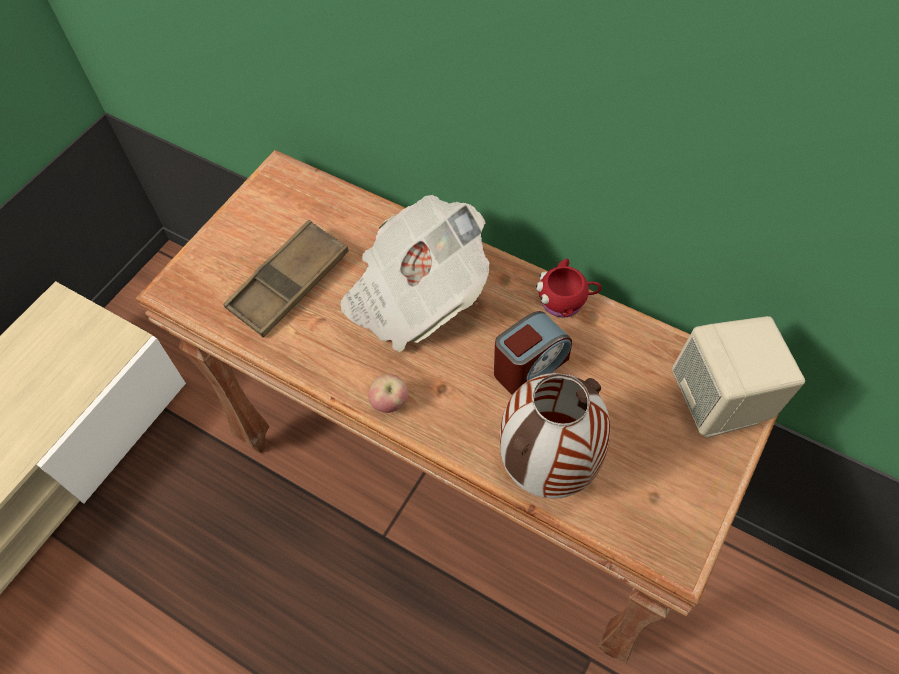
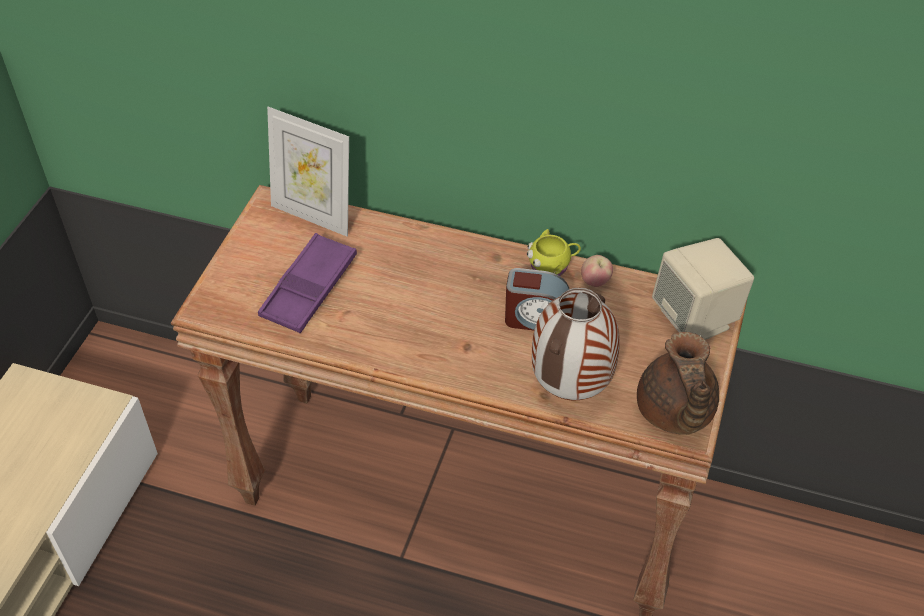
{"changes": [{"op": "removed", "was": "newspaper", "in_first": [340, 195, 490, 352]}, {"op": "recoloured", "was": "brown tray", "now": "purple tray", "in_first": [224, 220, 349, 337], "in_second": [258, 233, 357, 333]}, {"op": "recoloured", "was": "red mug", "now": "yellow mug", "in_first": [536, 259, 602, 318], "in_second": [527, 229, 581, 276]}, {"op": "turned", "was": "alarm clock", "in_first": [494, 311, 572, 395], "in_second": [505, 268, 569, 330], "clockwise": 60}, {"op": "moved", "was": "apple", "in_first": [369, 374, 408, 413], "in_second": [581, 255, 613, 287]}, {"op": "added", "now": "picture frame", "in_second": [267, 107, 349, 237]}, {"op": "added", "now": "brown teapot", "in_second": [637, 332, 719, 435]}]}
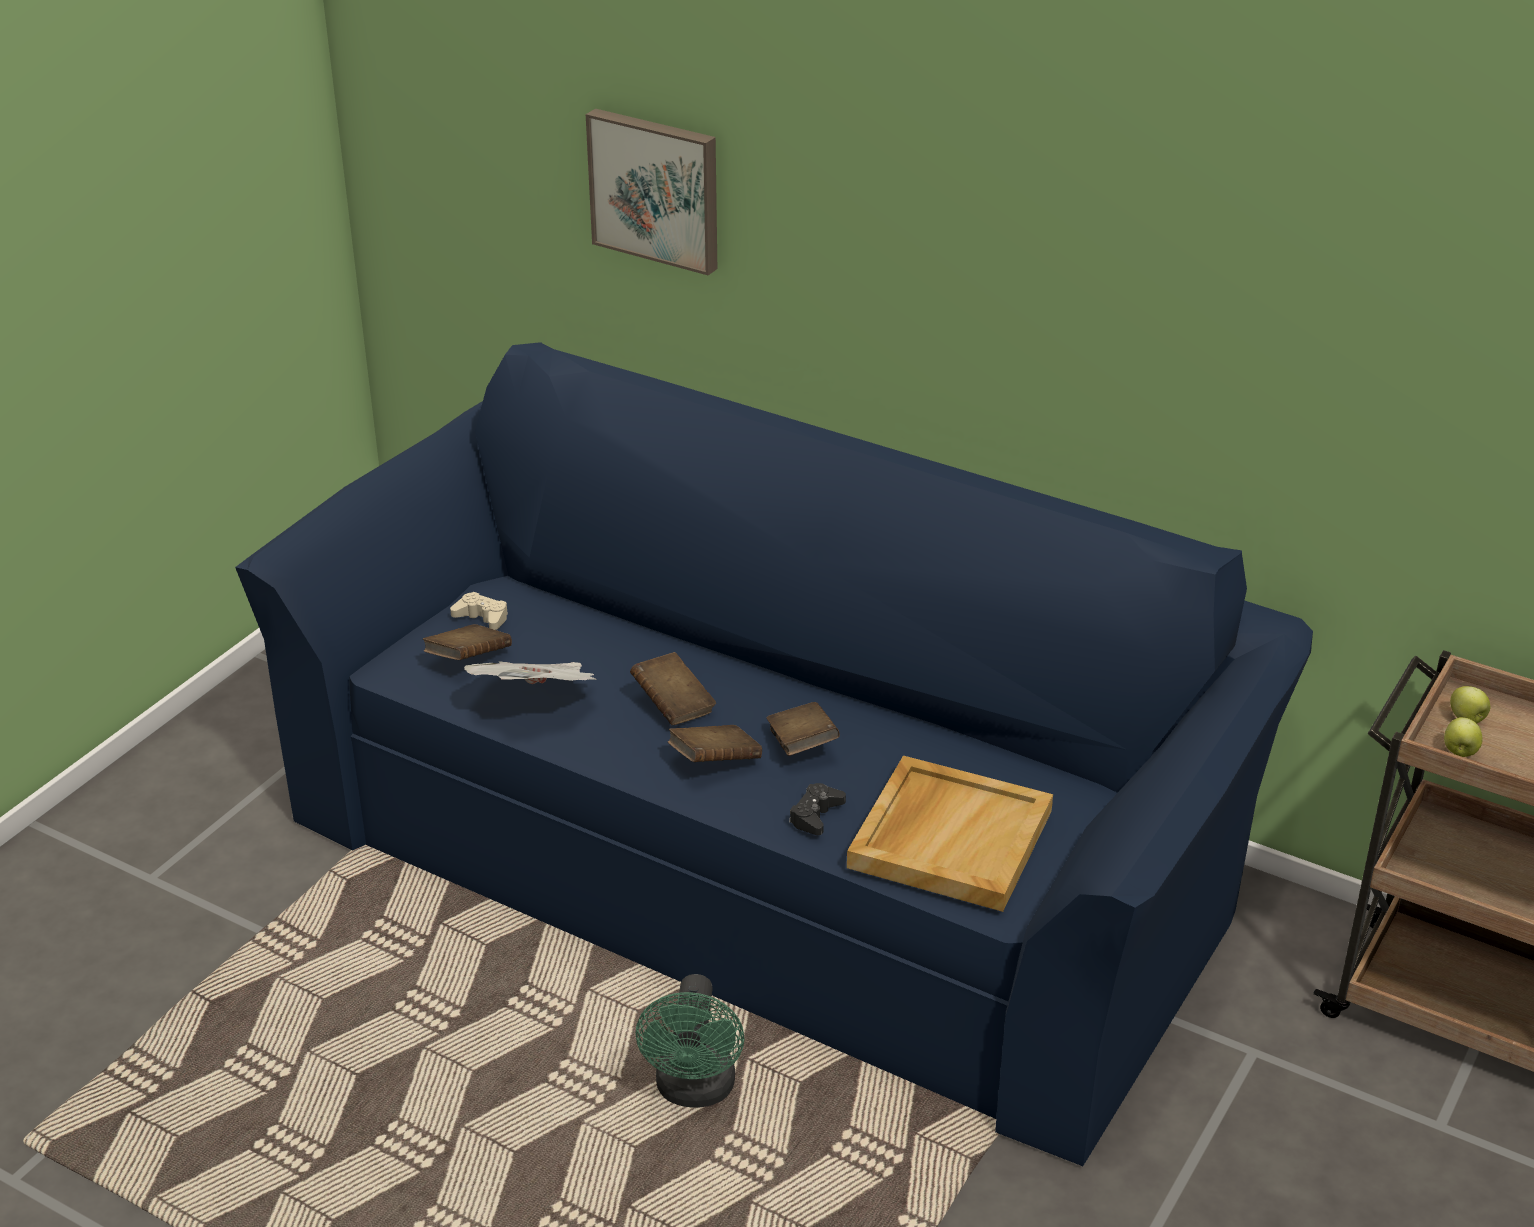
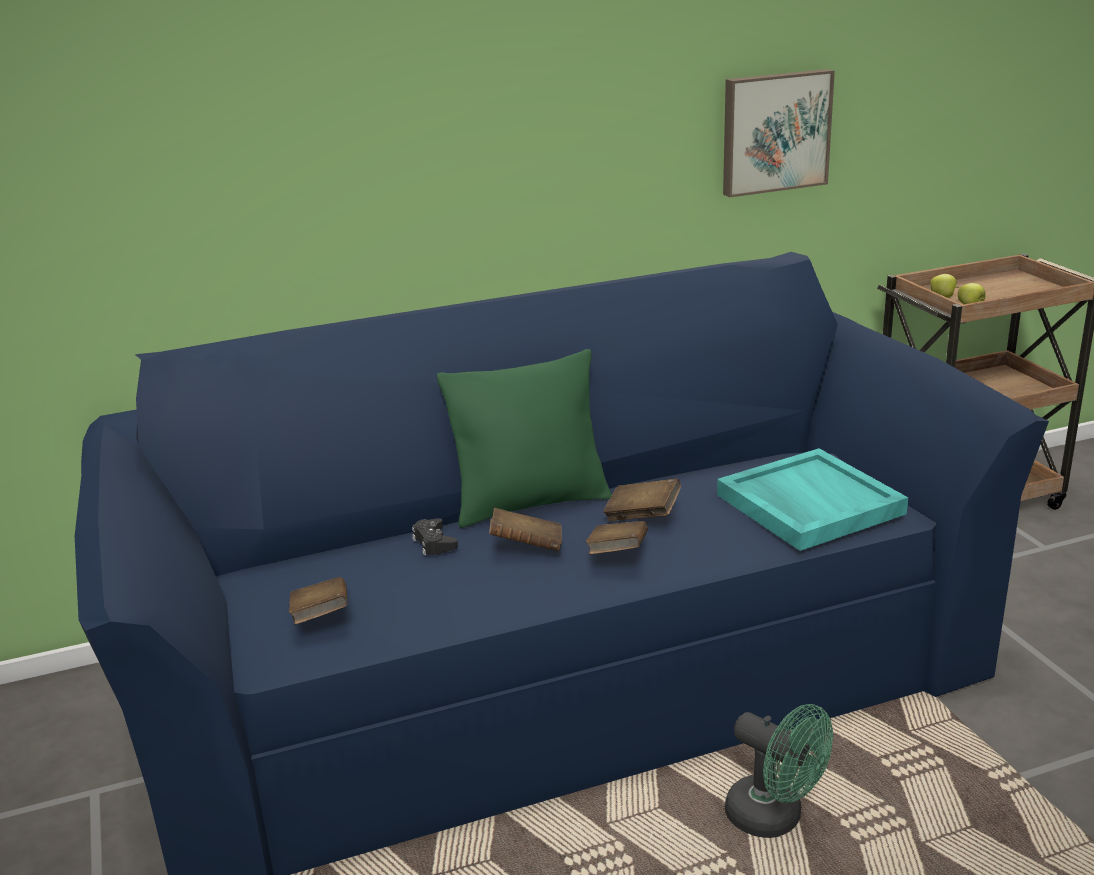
{"changes": [{"op": "moved", "was": "picture", "in_first": [586, 109, 717, 275], "in_second": [723, 69, 835, 197]}, {"op": "removed", "was": "beige game controller", "in_first": [450, 592, 508, 630]}, {"op": "removed", "was": "newspaper", "in_first": [464, 661, 597, 684]}, {"op": "recoloured", "was": "beige tray", "now": "turquoise tray", "in_first": [847, 756, 1053, 912], "in_second": [717, 448, 908, 551]}, {"op": "moved", "was": "black game controller", "in_first": [789, 783, 846, 835], "in_second": [412, 518, 458, 555]}, {"op": "added", "now": "green pillow", "in_second": [437, 349, 612, 528]}]}
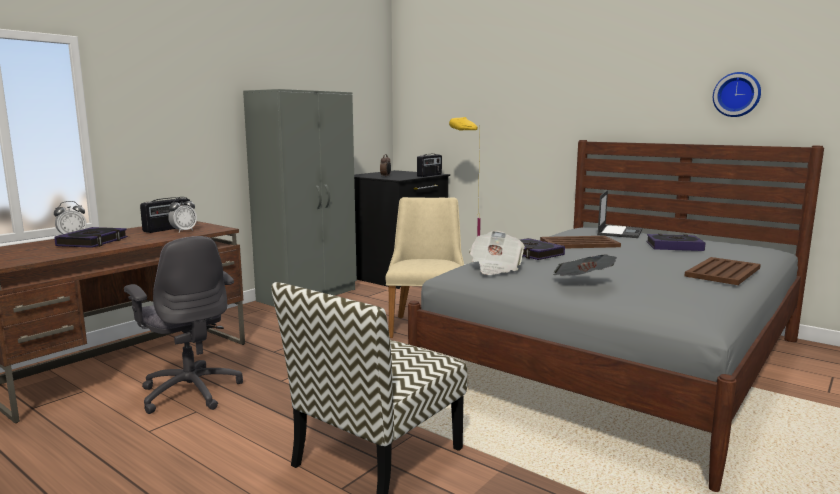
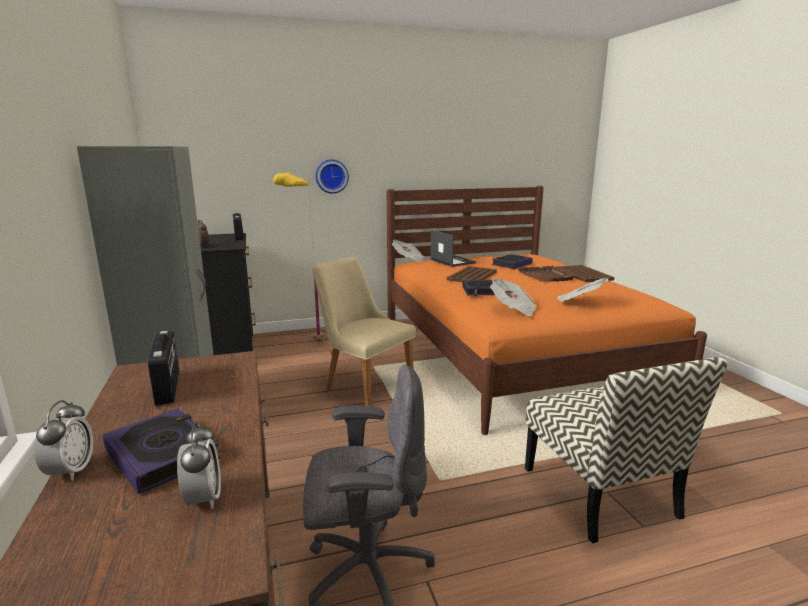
{"changes": [{"op": "moved", "was": "wall clock", "in_first": [713, 72, 761, 117], "in_second": [316, 159, 349, 194]}, {"op": "recoloured", "was": "grey bed", "now": "orange bed", "in_first": [408, 140, 824, 492], "in_second": [387, 186, 707, 435]}, {"op": "moved", "was": "alarm clock", "in_first": [168, 197, 197, 233], "in_second": [177, 423, 221, 509]}, {"op": "added", "now": "newspaper", "in_second": [392, 240, 424, 262]}, {"op": "added", "now": "brown tray", "in_second": [517, 265, 575, 282]}]}
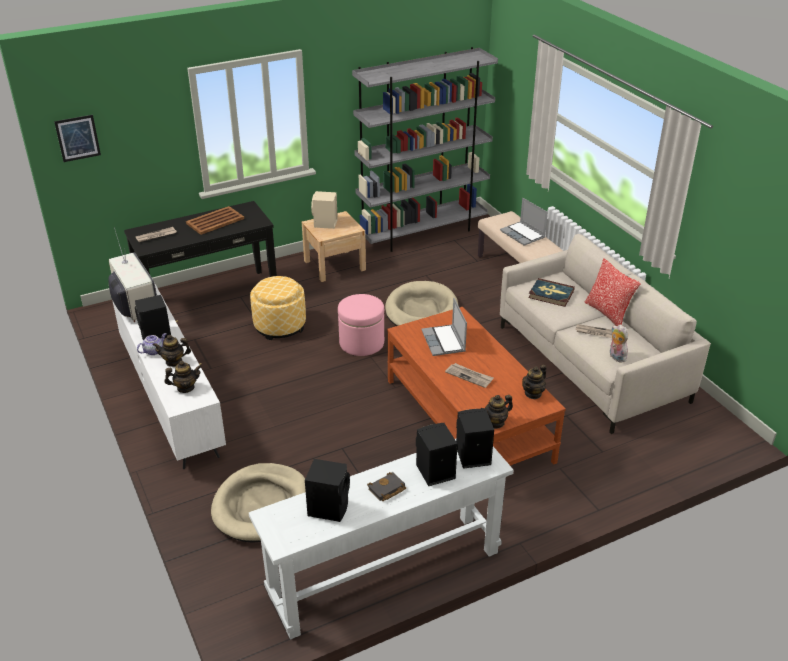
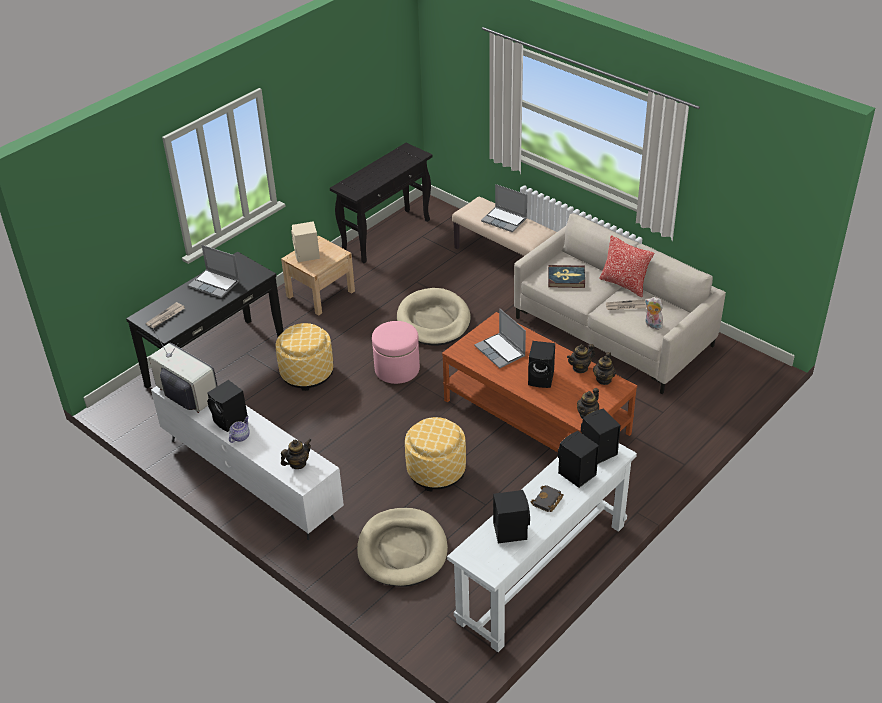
{"changes": [{"op": "replaced", "was": "grey bookcase", "now": "black console table", "in_first": [352, 47, 498, 252], "in_second": [330, 143, 433, 263]}, {"op": "removed", "was": "picture", "in_first": [54, 115, 101, 162]}, {"op": "replaced", "was": "brown tray", "now": "laptop", "in_first": [186, 206, 244, 235], "in_second": [188, 245, 240, 298]}, {"op": "moved", "was": "teapot", "in_first": [153, 335, 191, 367], "in_second": [567, 344, 595, 373]}, {"op": "replaced", "was": "newspaper", "now": "black speaker", "in_first": [445, 363, 494, 388], "in_second": [528, 341, 555, 388]}, {"op": "added", "now": "ottoman", "in_second": [405, 417, 466, 491]}]}
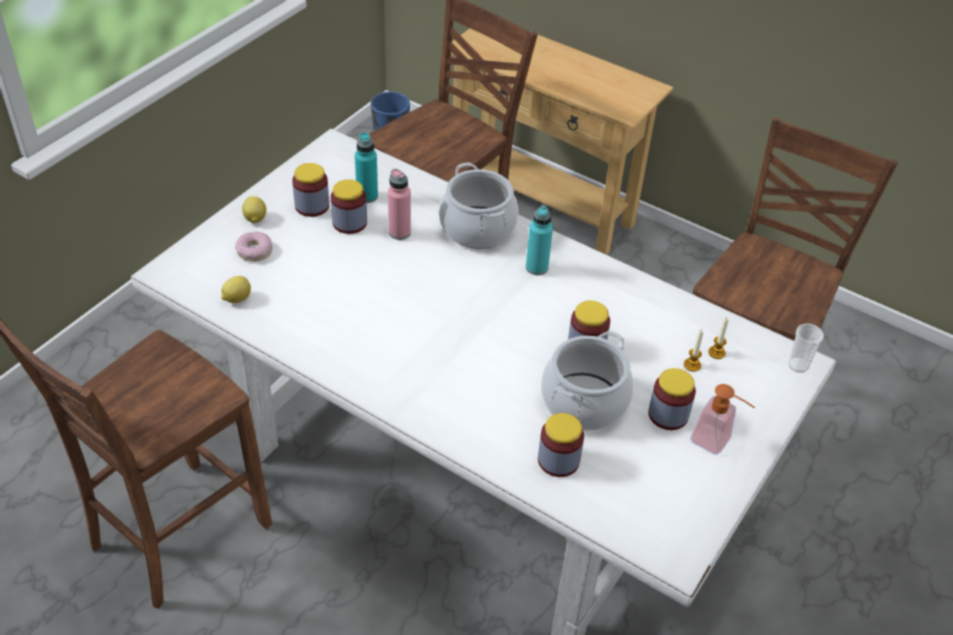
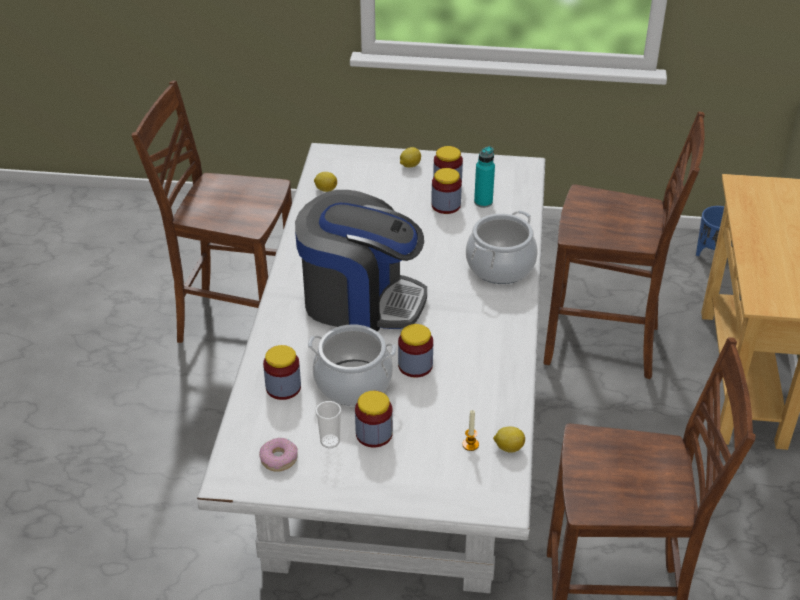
{"changes": [{"op": "removed", "was": "pink bottle", "in_first": [388, 169, 411, 240]}, {"op": "removed", "was": "turquoise bottle", "in_first": [526, 205, 553, 275]}, {"op": "moved", "was": "donut", "in_first": [235, 232, 272, 261], "in_second": [259, 438, 298, 472]}, {"op": "moved", "was": "cup", "in_first": [788, 324, 824, 373], "in_second": [315, 401, 341, 448]}, {"op": "removed", "was": "candle", "in_first": [684, 329, 704, 372]}, {"op": "removed", "was": "soap dispenser", "in_first": [690, 384, 755, 455]}, {"op": "added", "now": "coffee machine", "in_second": [295, 190, 427, 331]}, {"op": "added", "now": "lemon", "in_second": [493, 426, 525, 453]}]}
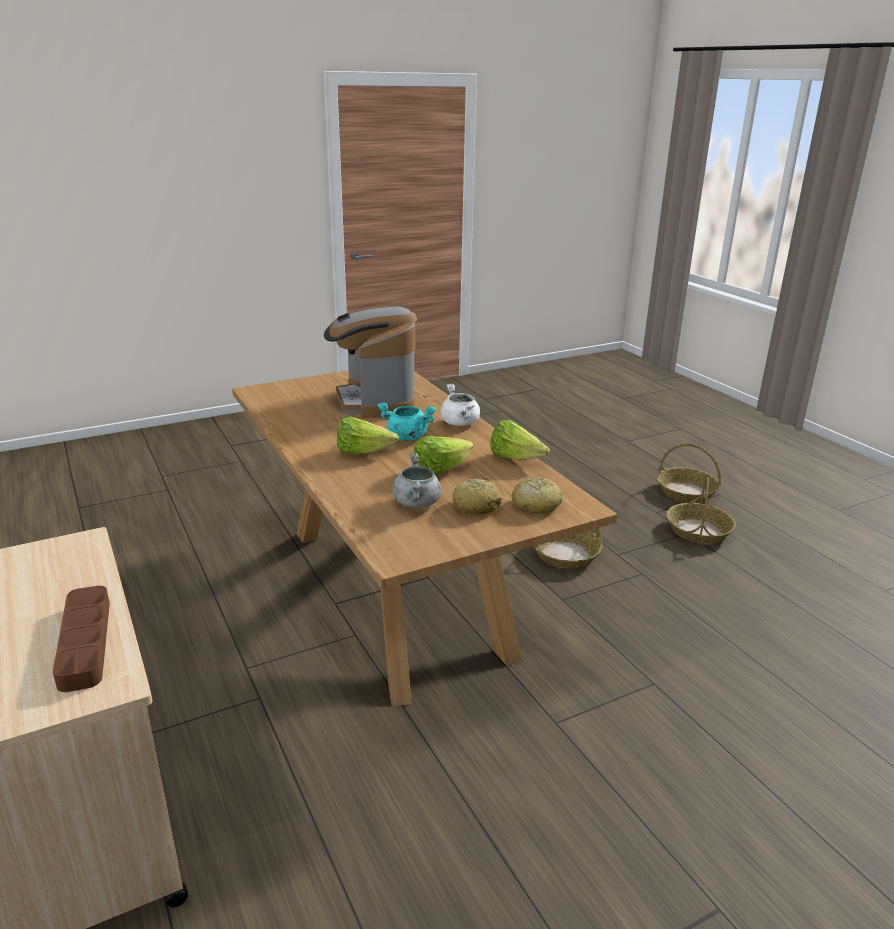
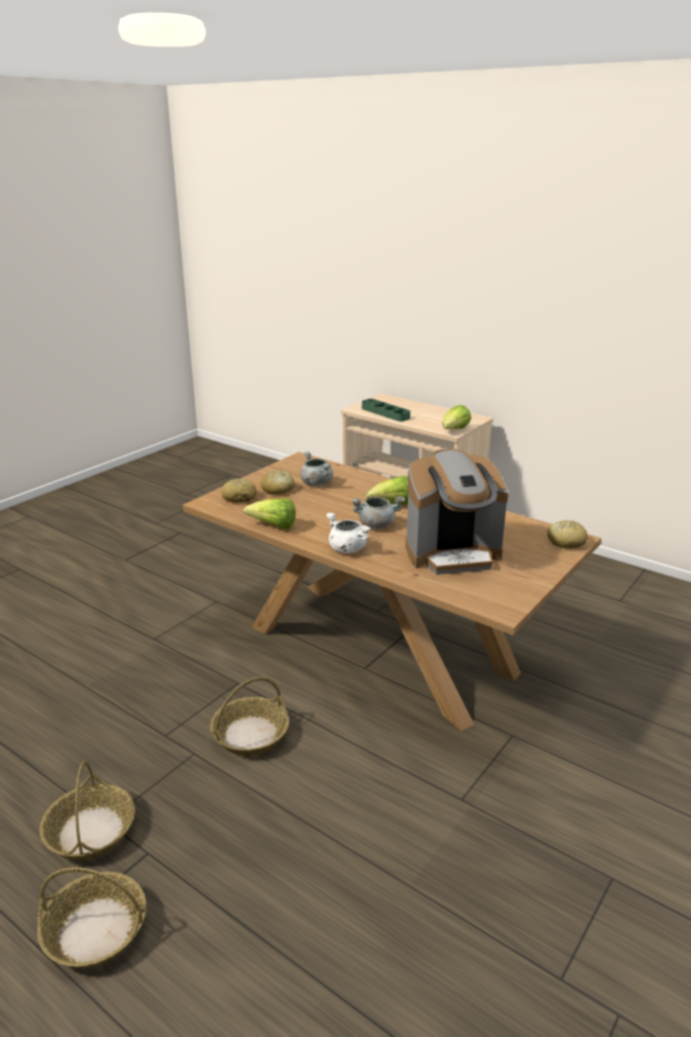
{"changes": [{"op": "turned", "was": "coffee machine", "in_first": [324, 306, 417, 418], "in_second": [406, 449, 509, 575], "clockwise": 120}, {"op": "recoloured", "was": "turquoise cooking pot", "now": "grey cooking pot", "in_first": [377, 403, 436, 441], "in_second": [351, 496, 405, 529]}, {"op": "moved", "was": "lettuce", "in_first": [414, 436, 473, 475], "in_second": [443, 405, 471, 429]}, {"op": "recoloured", "was": "brown tray", "now": "green tray", "in_first": [53, 586, 110, 692], "in_second": [362, 399, 410, 422]}, {"op": "added", "now": "bread", "in_second": [547, 520, 588, 549]}]}
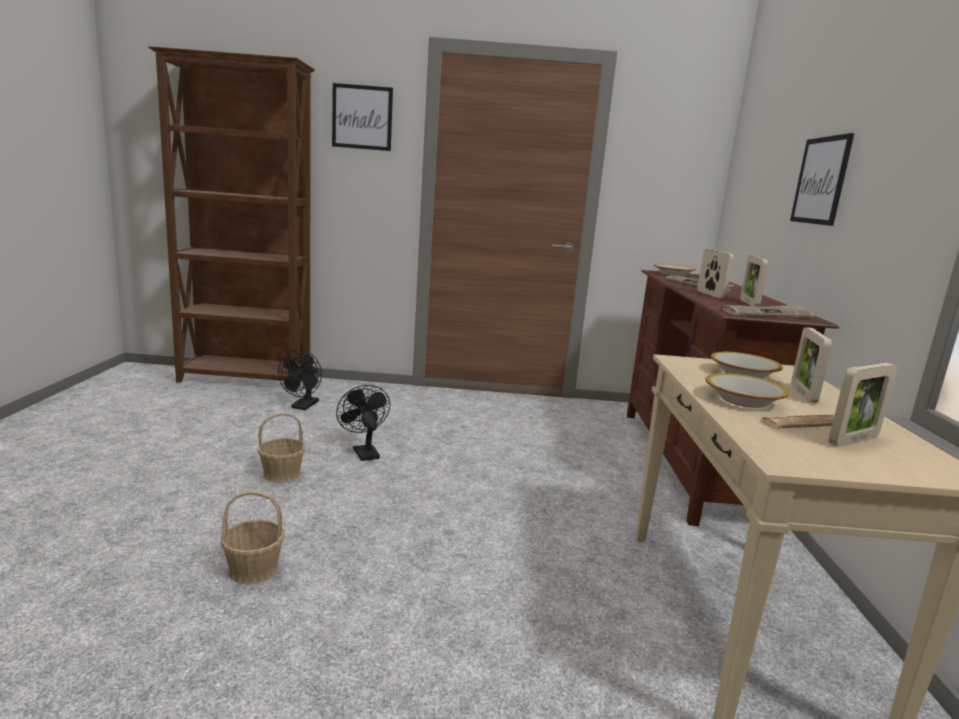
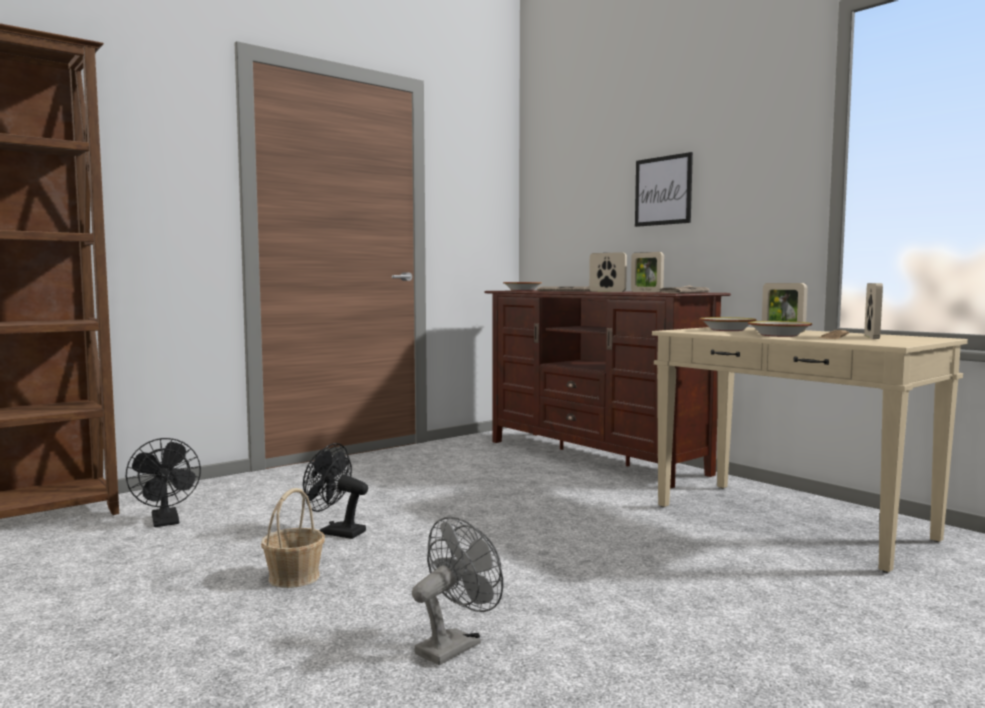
{"changes": [{"op": "removed", "was": "picture", "in_first": [332, 83, 393, 151]}, {"op": "replaced", "was": "basket", "now": "grey fan", "in_first": [221, 490, 284, 585], "in_second": [412, 517, 504, 665]}]}
